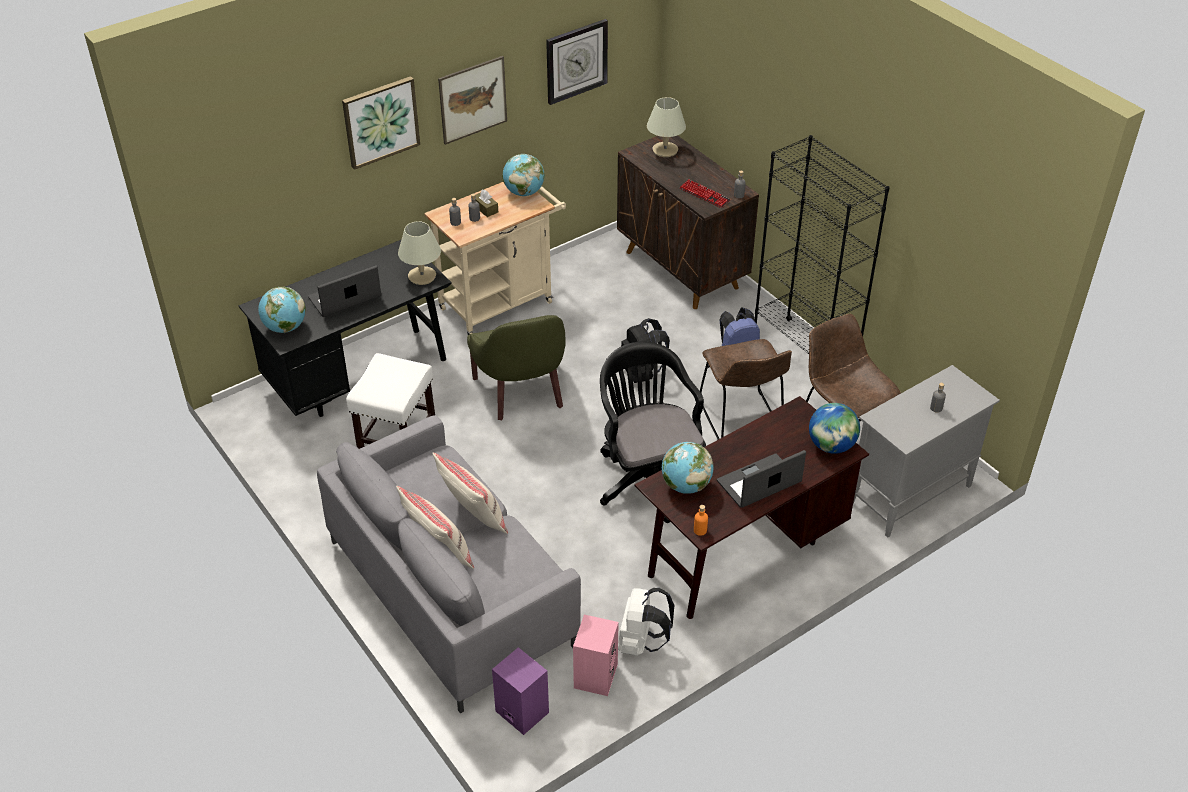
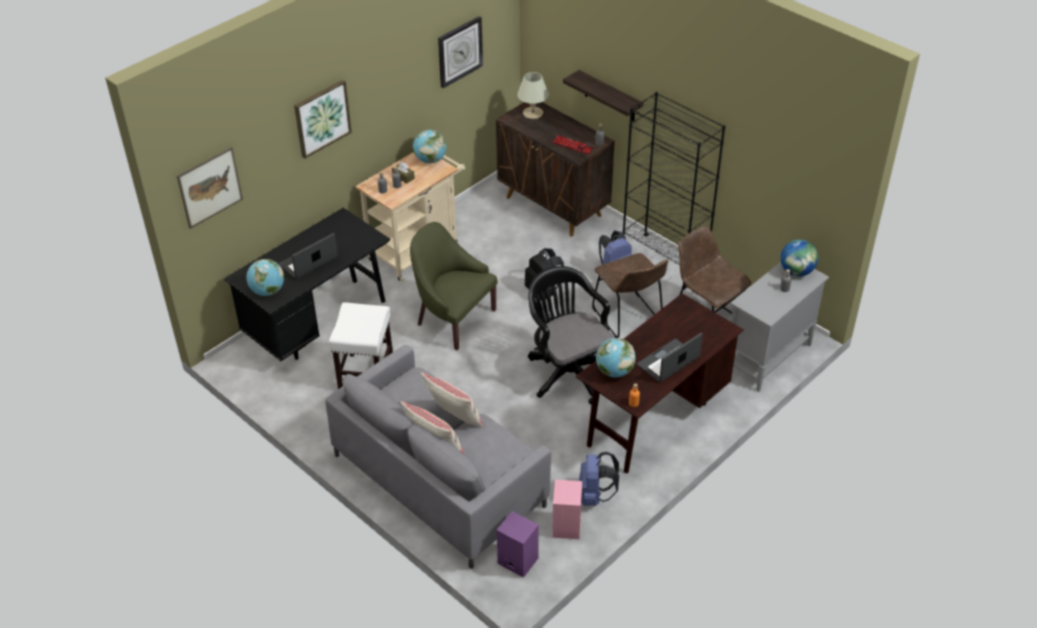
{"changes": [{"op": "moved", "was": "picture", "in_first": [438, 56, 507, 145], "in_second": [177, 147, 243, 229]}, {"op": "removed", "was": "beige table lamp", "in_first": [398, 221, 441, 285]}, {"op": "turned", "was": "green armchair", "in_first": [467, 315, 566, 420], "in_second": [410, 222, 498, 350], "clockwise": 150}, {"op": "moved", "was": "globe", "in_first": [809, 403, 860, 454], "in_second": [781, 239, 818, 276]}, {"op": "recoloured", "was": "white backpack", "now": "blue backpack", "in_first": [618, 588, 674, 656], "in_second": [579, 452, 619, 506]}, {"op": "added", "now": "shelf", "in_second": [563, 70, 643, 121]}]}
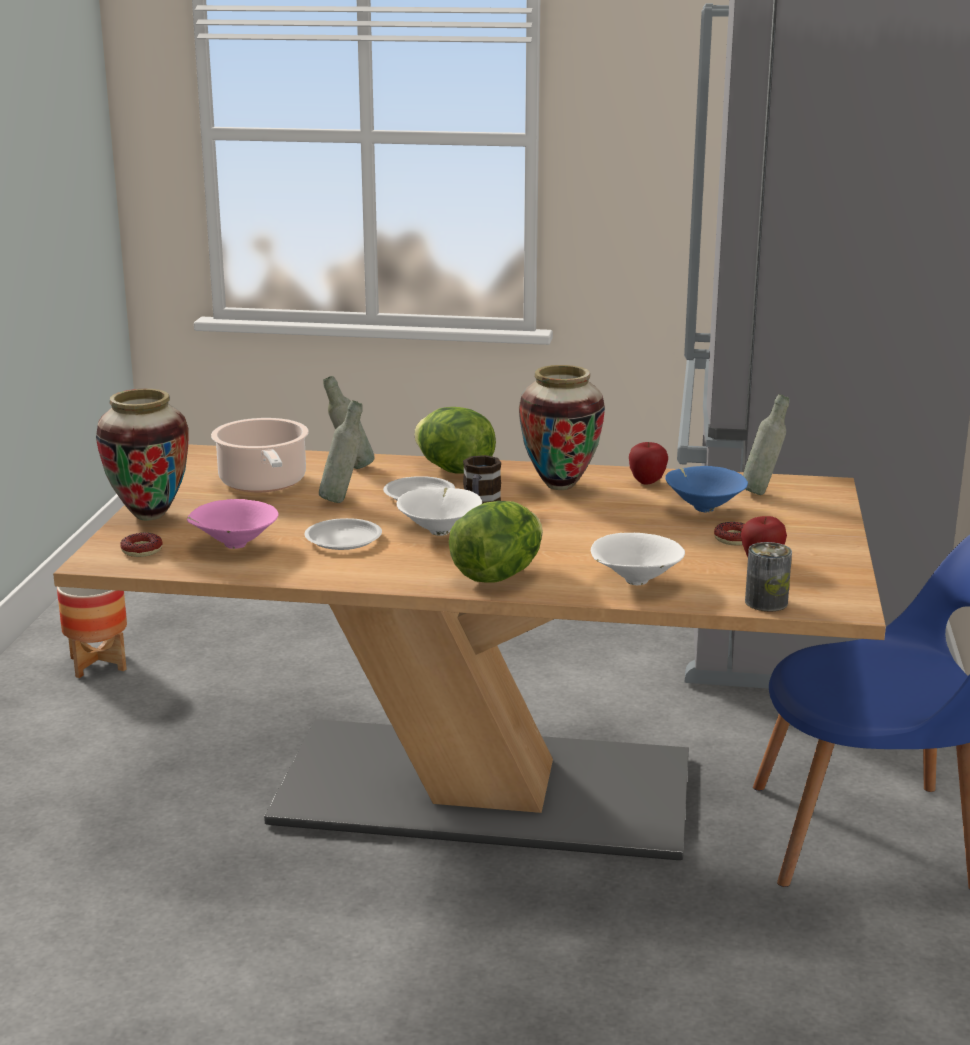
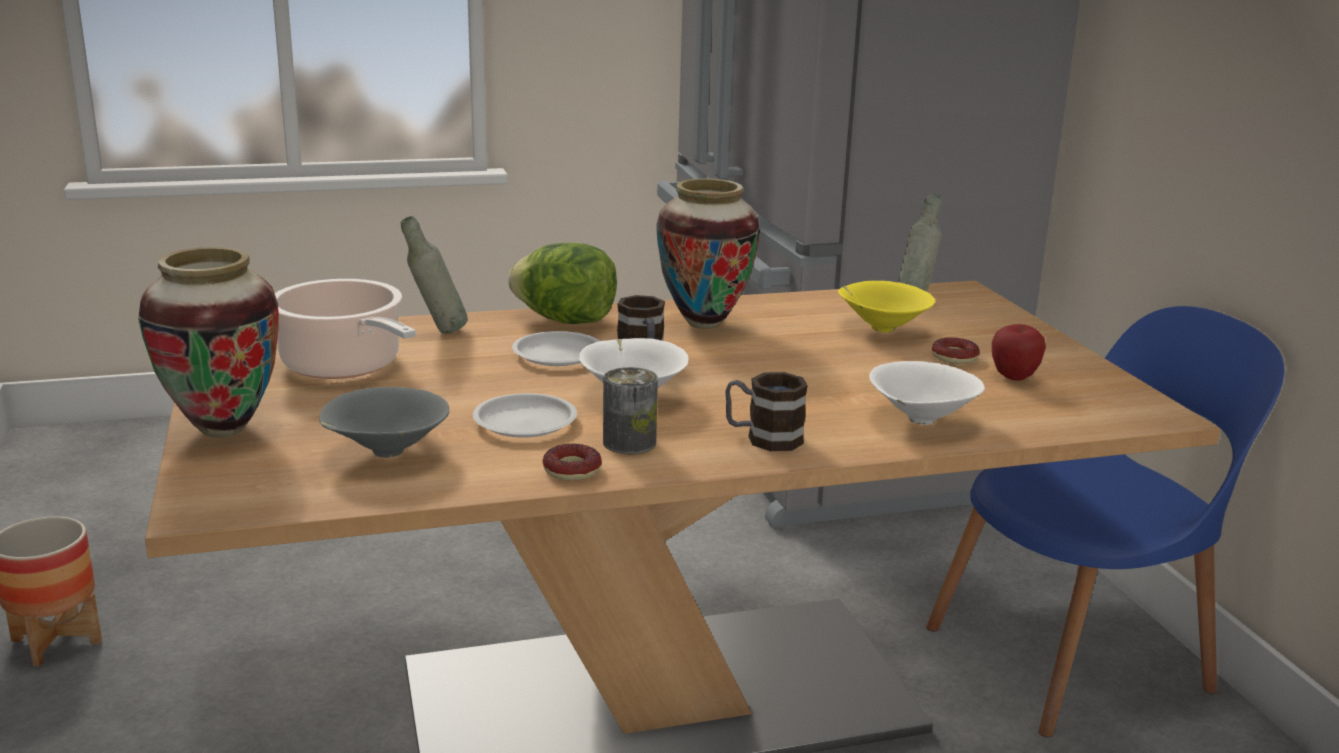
{"changes": [{"op": "removed", "was": "grey bottle", "in_first": [319, 400, 362, 503]}, {"op": "removed", "was": "apple", "in_first": [629, 442, 668, 484]}, {"op": "recoloured", "was": "blue bowl", "now": "yellow bowl", "in_first": [665, 466, 748, 512], "in_second": [838, 281, 935, 333]}, {"op": "recoloured", "was": "pink bowl", "now": "grey bowl", "in_first": [187, 499, 279, 549], "in_second": [319, 387, 449, 458]}, {"op": "replaced", "was": "lettuce", "now": "mug", "in_first": [449, 501, 543, 583], "in_second": [725, 372, 808, 451]}, {"op": "moved", "was": "donut", "in_first": [120, 533, 163, 557], "in_second": [542, 444, 602, 481]}, {"op": "moved", "was": "can", "in_first": [745, 542, 792, 611], "in_second": [603, 367, 658, 454]}]}
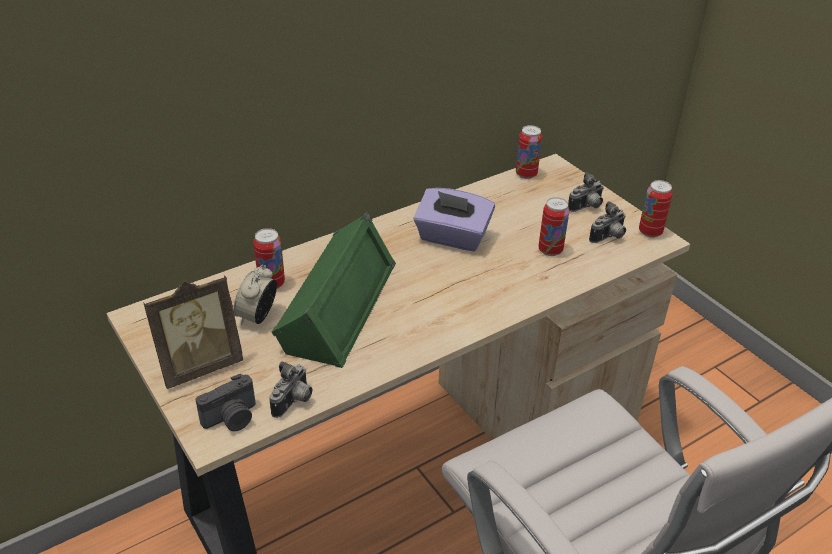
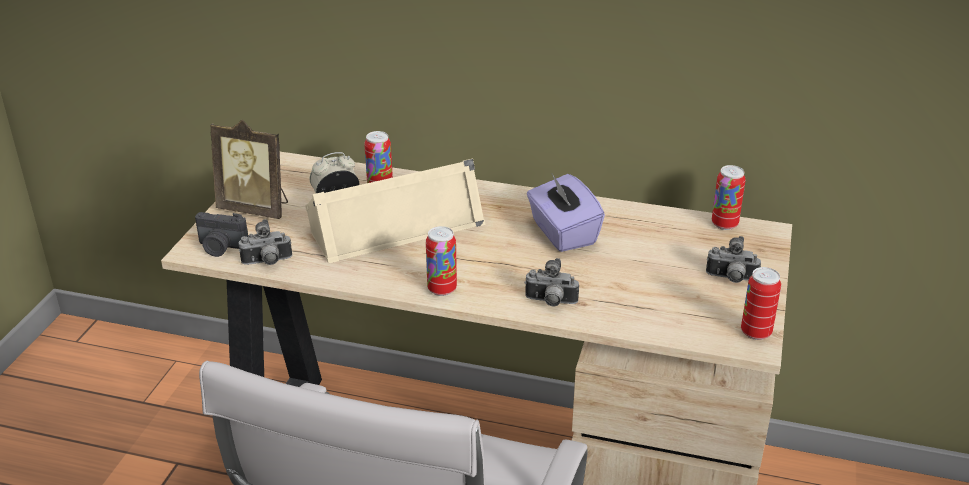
{"changes": [{"op": "moved", "was": "can", "in_first": [538, 197, 569, 256], "in_second": [426, 226, 457, 296]}, {"op": "moved", "was": "photo camera", "in_first": [589, 201, 626, 243], "in_second": [524, 258, 579, 307]}, {"op": "recoloured", "was": "green speaker", "now": "beige speaker", "in_first": [272, 212, 396, 368], "in_second": [305, 159, 486, 264]}]}
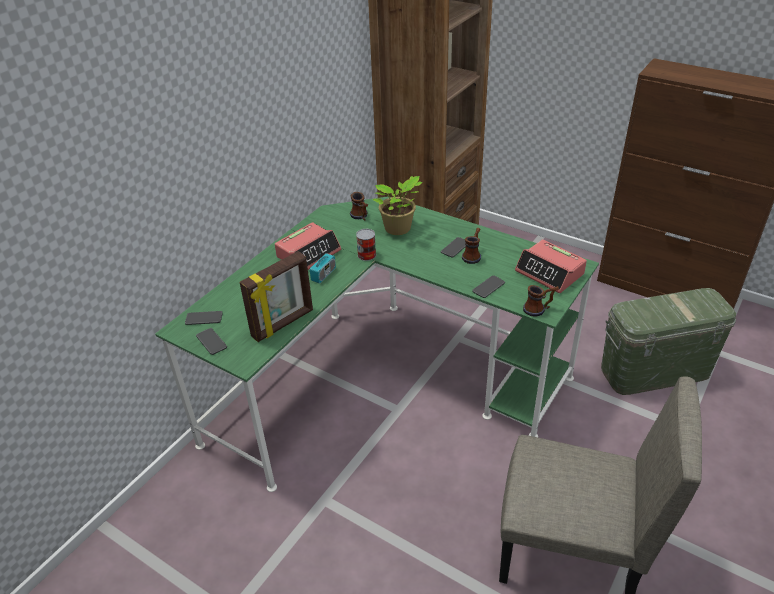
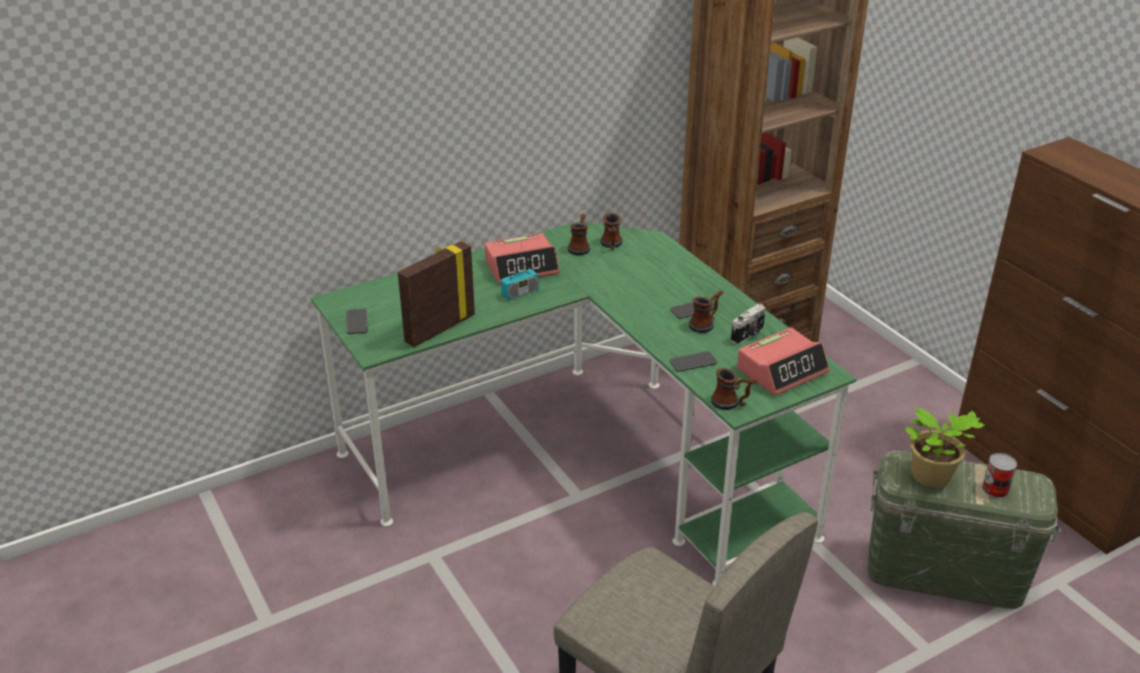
{"changes": [{"op": "moved", "was": "potted plant", "in_first": [373, 176, 422, 235], "in_second": [904, 407, 985, 488]}, {"op": "moved", "was": "can", "in_first": [356, 229, 376, 261], "in_second": [982, 453, 1017, 498]}, {"op": "turned", "was": "alarm clock", "in_first": [515, 240, 587, 293], "in_second": [737, 328, 829, 396], "clockwise": -105}, {"op": "turned", "was": "picture frame", "in_first": [239, 251, 313, 342], "in_second": [398, 241, 475, 347], "clockwise": 150}, {"op": "removed", "was": "phone", "in_first": [185, 311, 223, 325]}, {"op": "added", "now": "mug", "in_second": [568, 213, 590, 255]}, {"op": "added", "now": "photo camera", "in_second": [731, 304, 766, 345]}]}
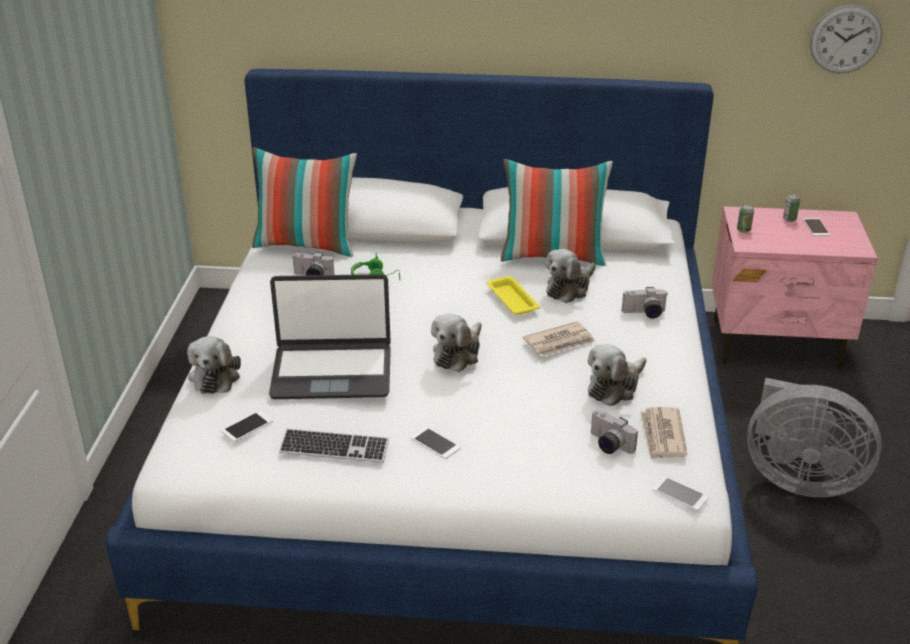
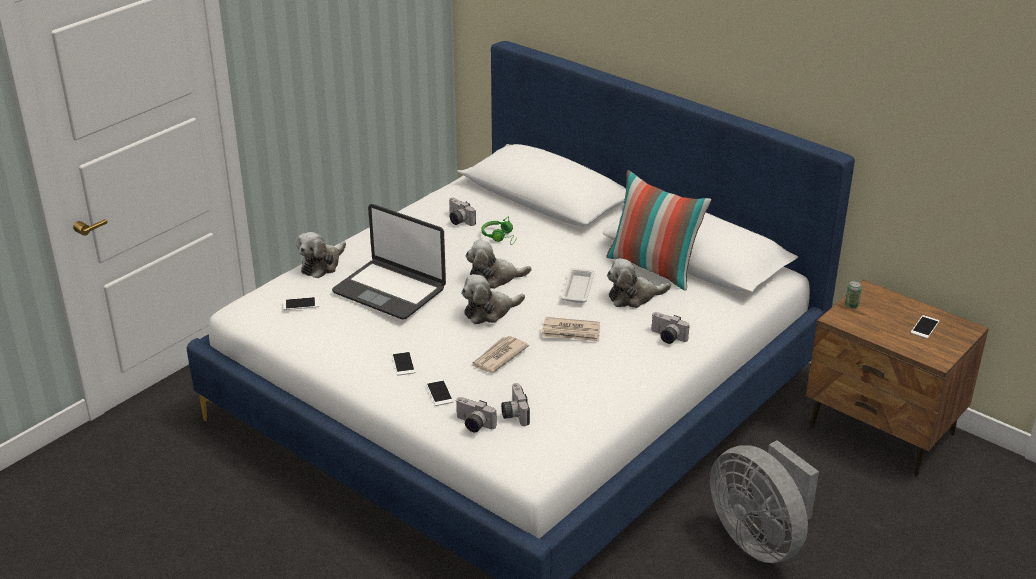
{"changes": [{"op": "removed", "was": "wall clock", "in_first": [810, 5, 883, 73]}, {"op": "removed", "was": "pillow", "in_first": [252, 147, 357, 257]}, {"op": "removed", "was": "can", "in_first": [783, 194, 800, 222]}, {"op": "recoloured", "was": "pink nightstand", "now": "brown nightstand", "in_first": [712, 206, 878, 369], "in_second": [806, 280, 989, 477]}, {"op": "recoloured", "was": "yellow tray", "now": "white tray", "in_first": [487, 276, 540, 315], "in_second": [561, 268, 595, 303]}, {"op": "moved", "was": "plush toy", "in_first": [588, 344, 647, 406], "in_second": [466, 239, 532, 289]}, {"op": "moved", "was": "newspaper", "in_first": [640, 407, 688, 459], "in_second": [471, 336, 529, 373]}, {"op": "removed", "was": "keyboard", "in_first": [279, 428, 389, 463]}, {"op": "moved", "was": "phone", "in_first": [653, 476, 709, 511], "in_second": [426, 379, 454, 406]}, {"op": "added", "now": "photo camera", "in_second": [456, 397, 497, 432]}]}
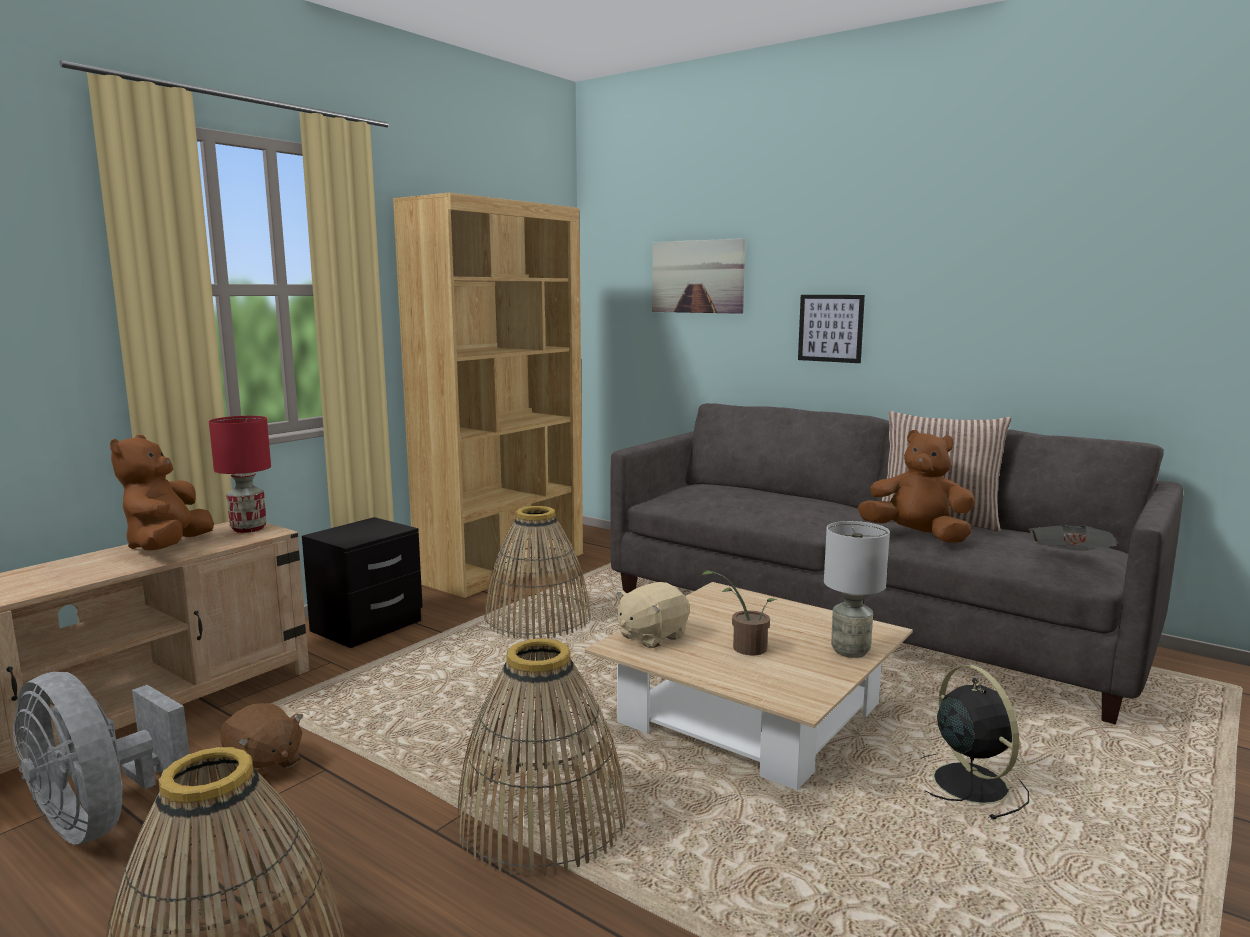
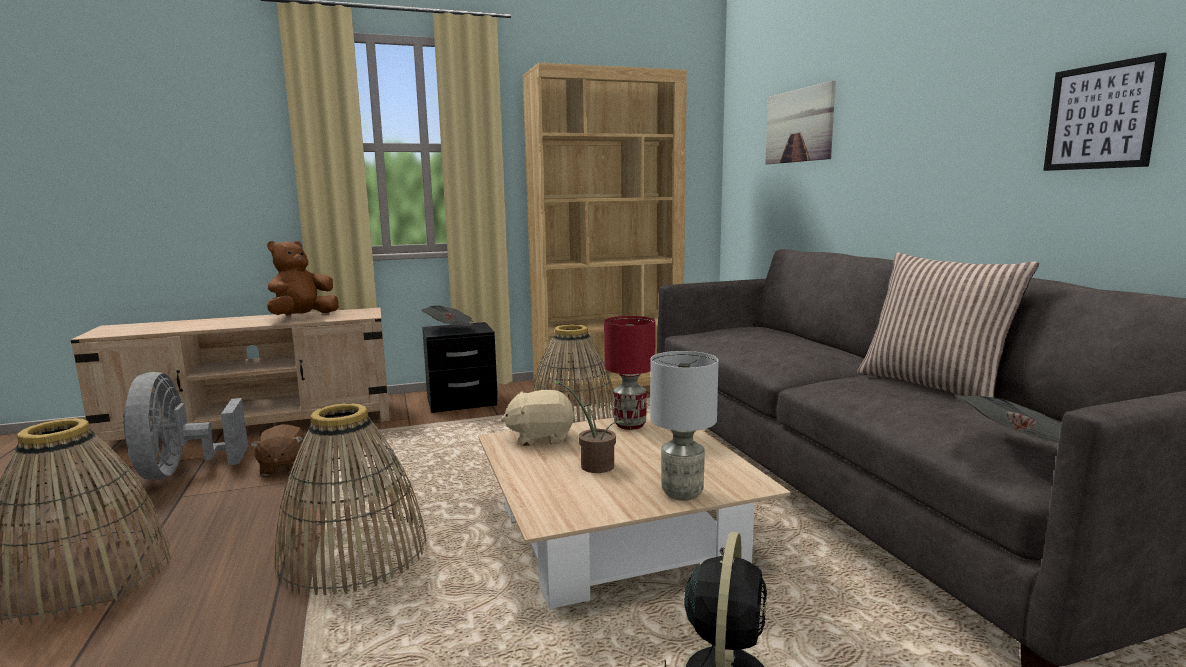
{"changes": [{"op": "moved", "was": "picture", "in_first": [798, 295, 865, 363], "in_second": [1043, 53, 1167, 171]}, {"op": "moved", "was": "red table lamp", "in_first": [209, 416, 271, 533], "in_second": [604, 316, 655, 430]}, {"op": "removed", "was": "brown plush toy", "in_first": [858, 430, 975, 543]}, {"op": "added", "now": "newspaper", "in_second": [421, 305, 473, 326]}]}
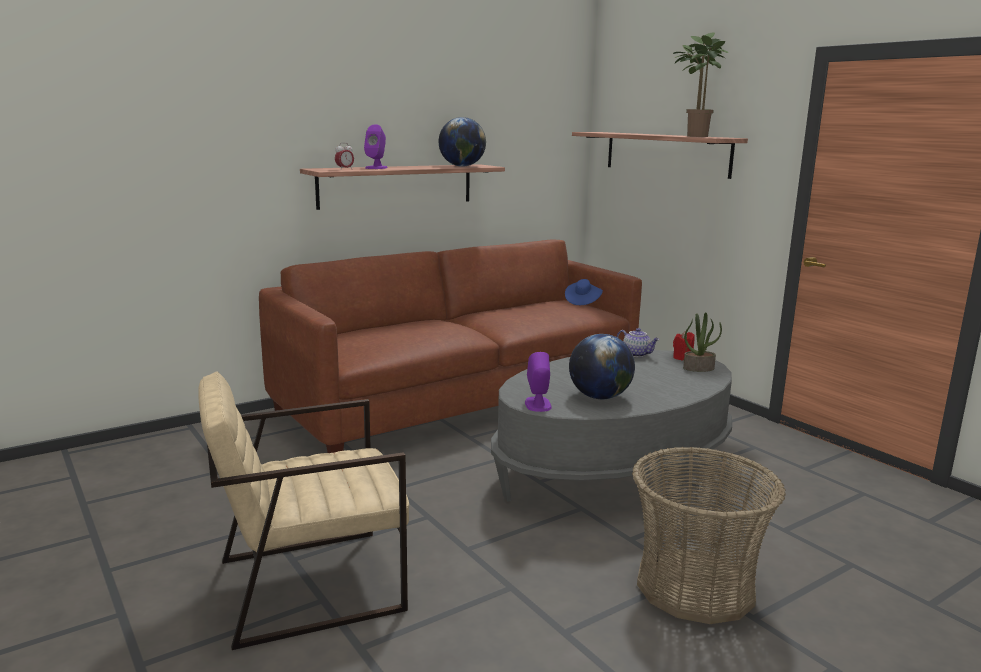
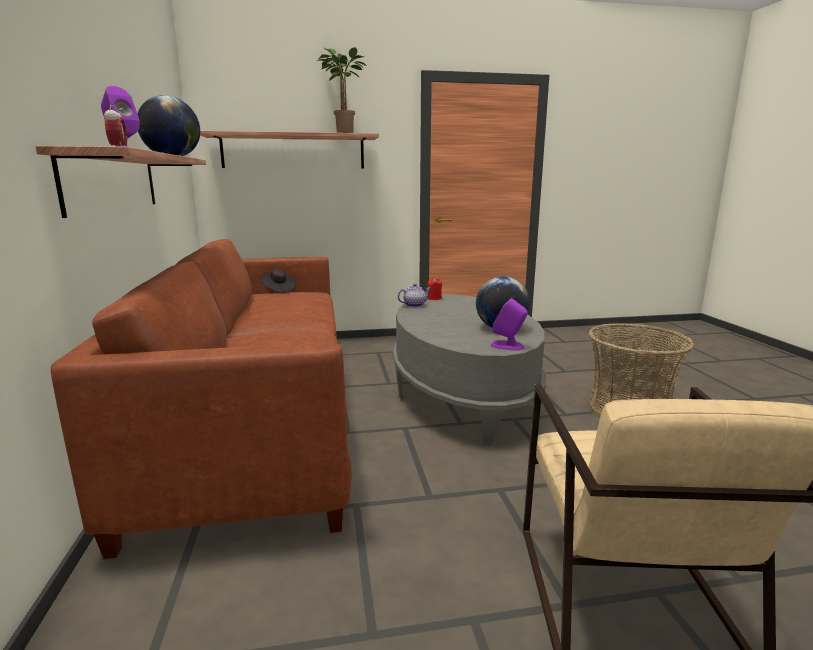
{"changes": [{"op": "recoloured", "was": "blue hat", "now": "black hat", "in_first": [565, 279, 603, 305], "in_second": [260, 269, 296, 293]}, {"op": "removed", "was": "potted plant", "in_first": [683, 312, 722, 372]}]}
